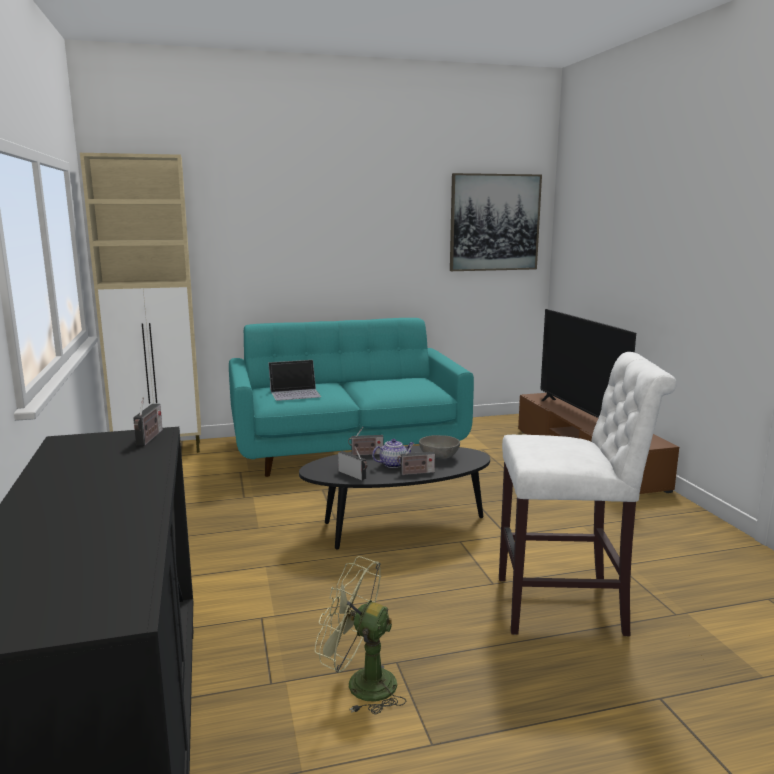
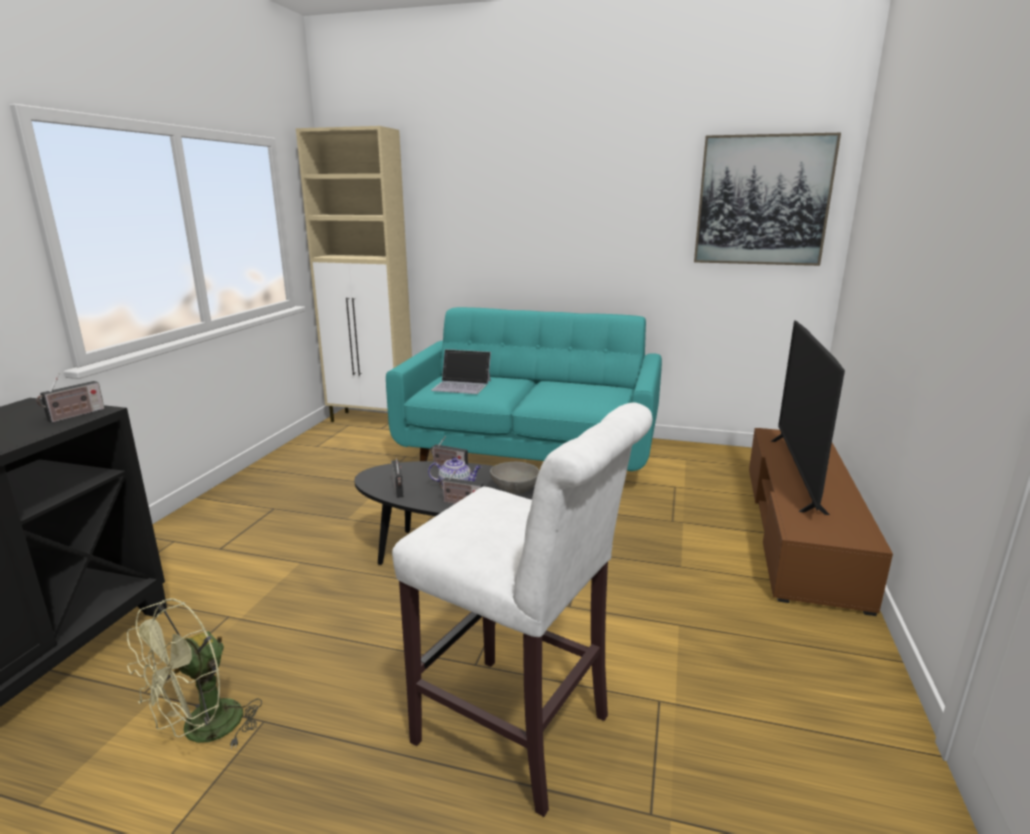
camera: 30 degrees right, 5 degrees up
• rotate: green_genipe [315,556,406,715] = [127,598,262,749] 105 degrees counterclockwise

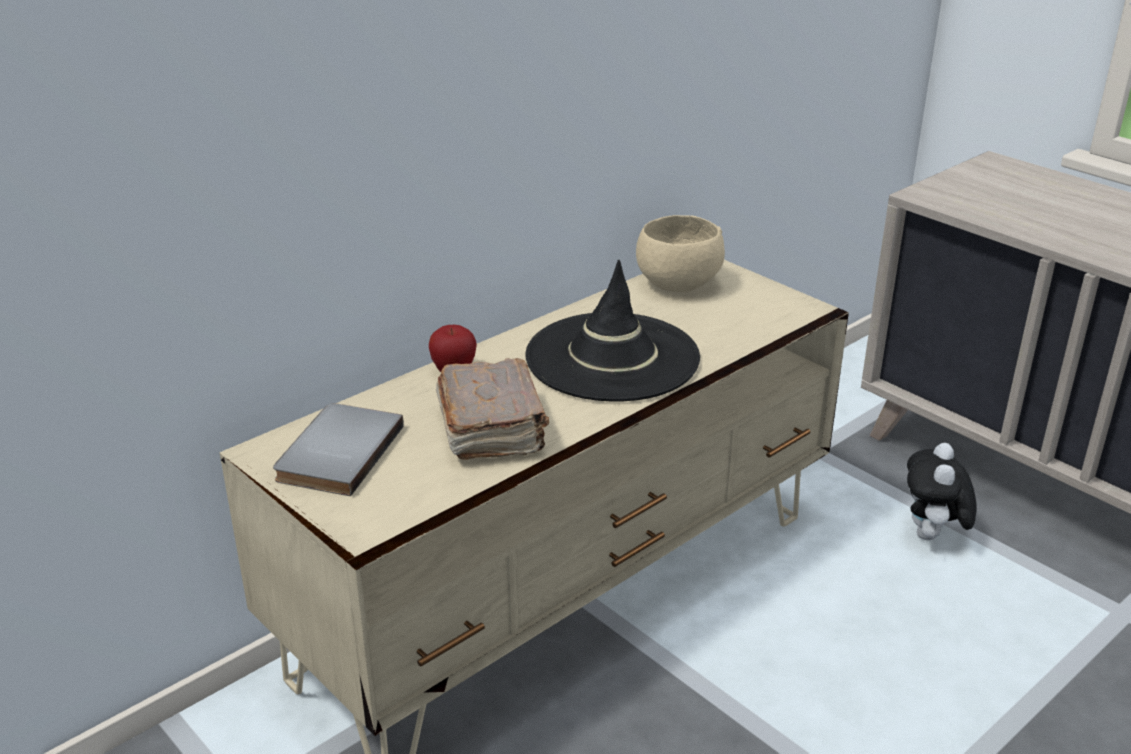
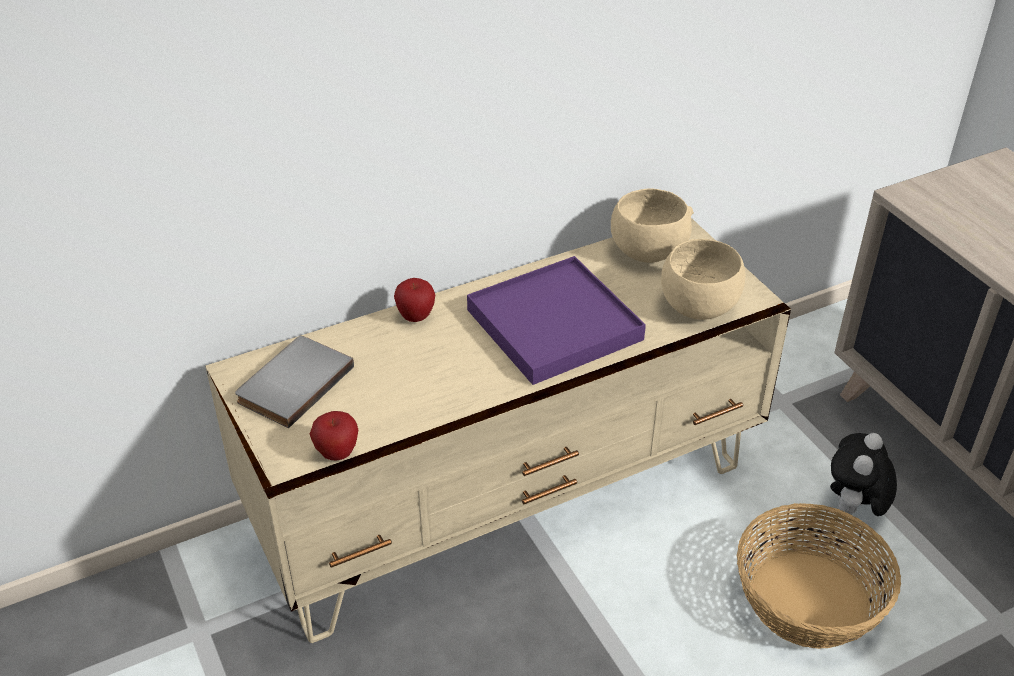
camera: 15 degrees right, 10 degrees up
• replace: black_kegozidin [525,260,700,401] to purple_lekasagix [467,256,646,385]
• delete: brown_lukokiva [436,358,549,460]
• insert: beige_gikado [661,239,745,320]
• insert: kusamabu [310,411,358,460]
• insert: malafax [737,503,901,649]

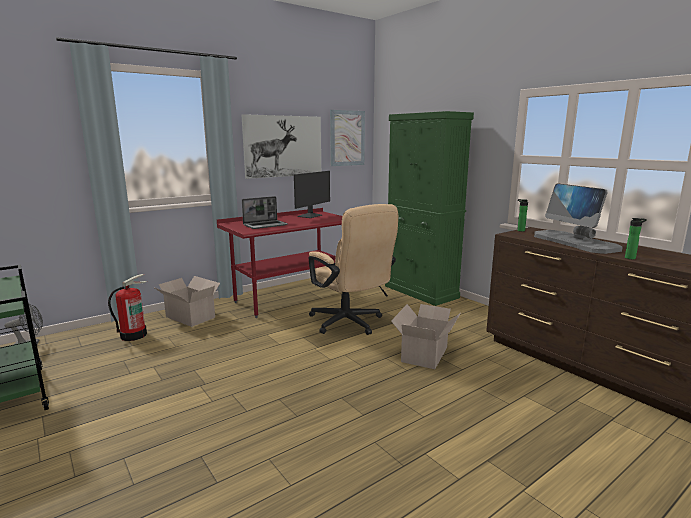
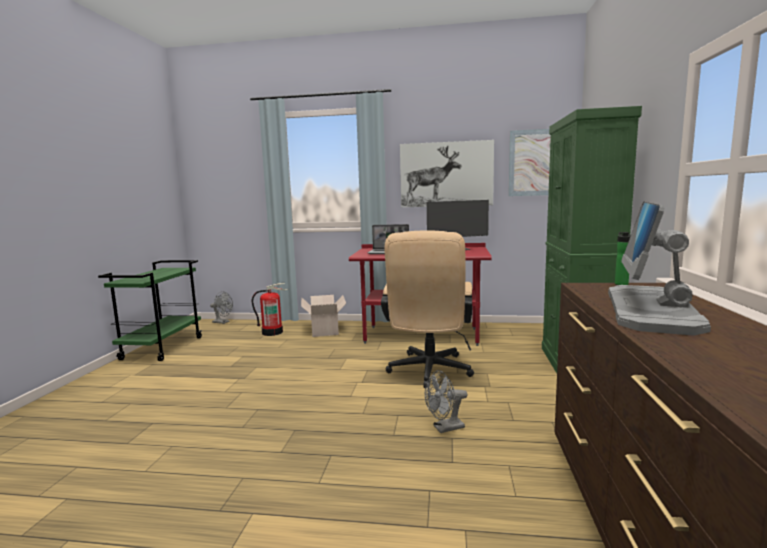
camera: 45 degrees right, 5 degrees down
• delete: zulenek [625,218,647,259]
• replace: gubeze [391,304,461,369] to grey_genipe [425,370,467,433]

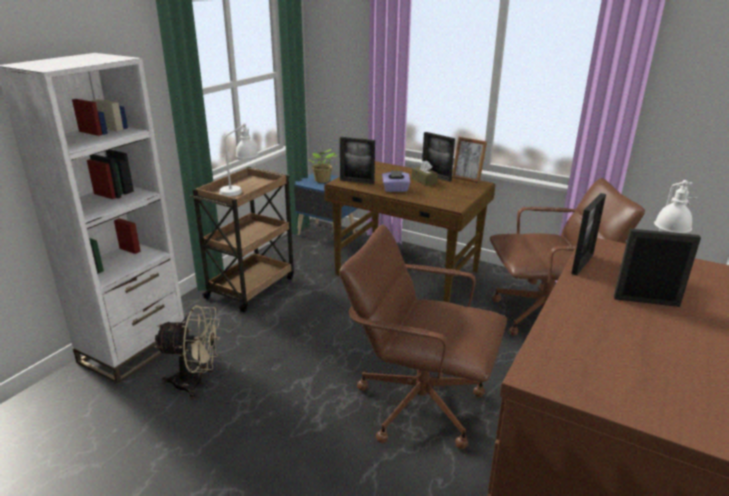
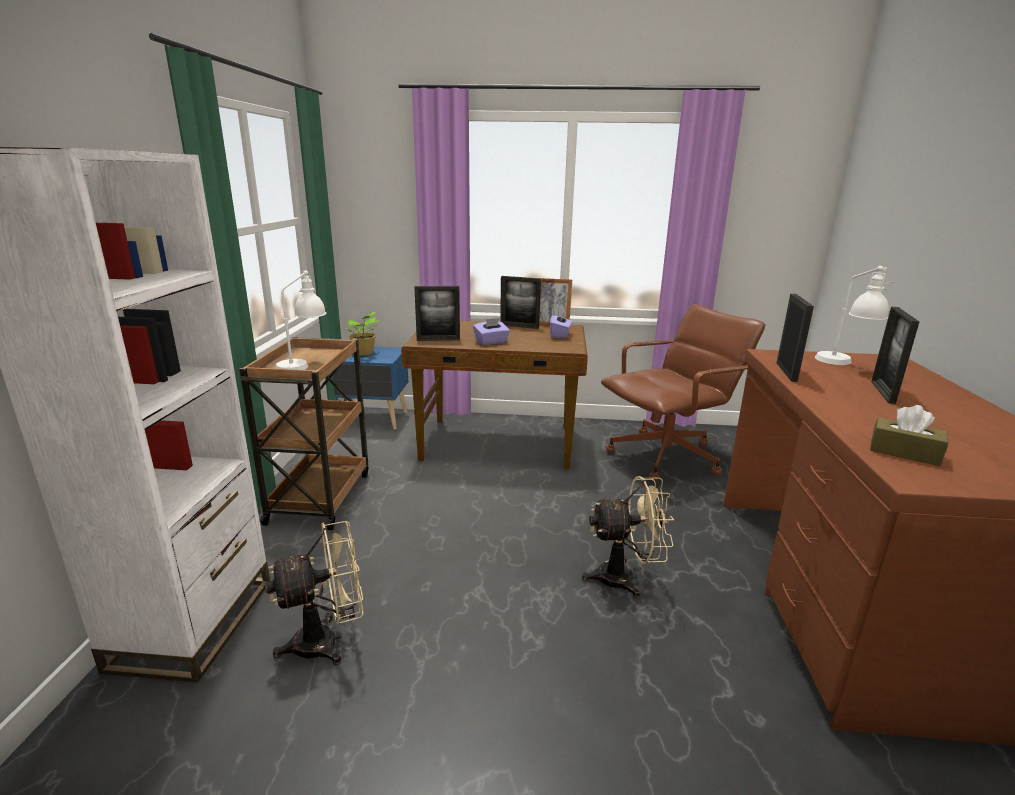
camera: 25 degrees left, 5 degrees down
• move: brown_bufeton [412,160,438,186] to [870,405,949,466]
• replace: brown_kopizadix [339,224,507,449] to beige_genipe [582,476,674,598]
• rotate: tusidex [614,229,701,307] = [871,307,919,404] 60 degrees counterclockwise
• insert: purple_bufeton [550,312,572,339]

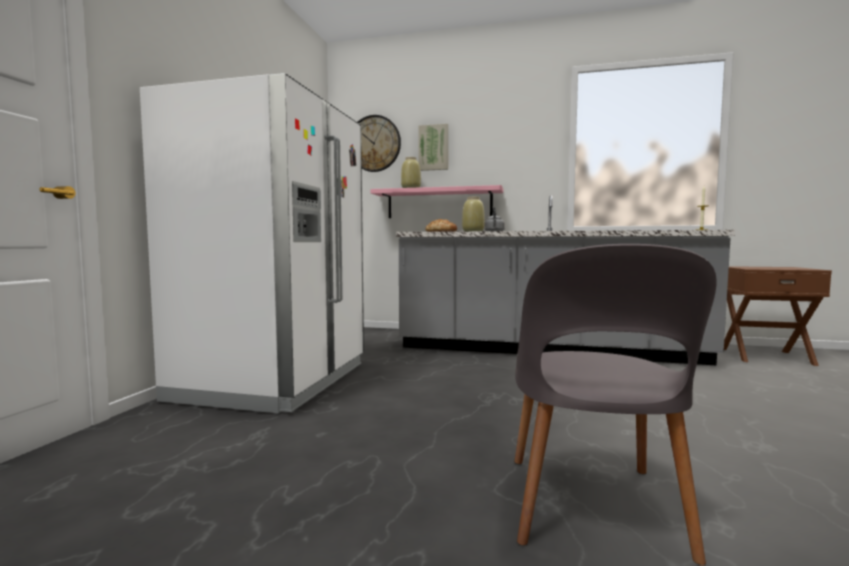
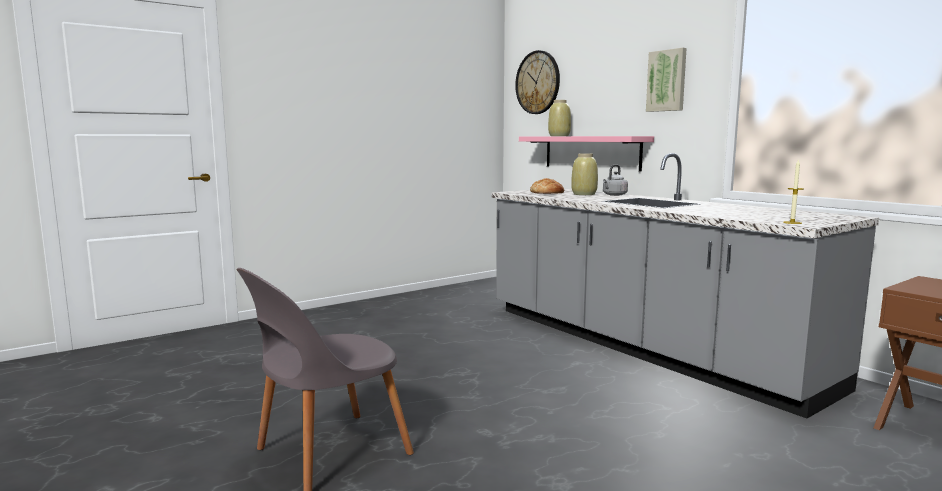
camera: 40 degrees right, 5 degrees up
• delete: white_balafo [140,73,364,413]
• move: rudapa [418,124,448,171] to [646,48,687,112]

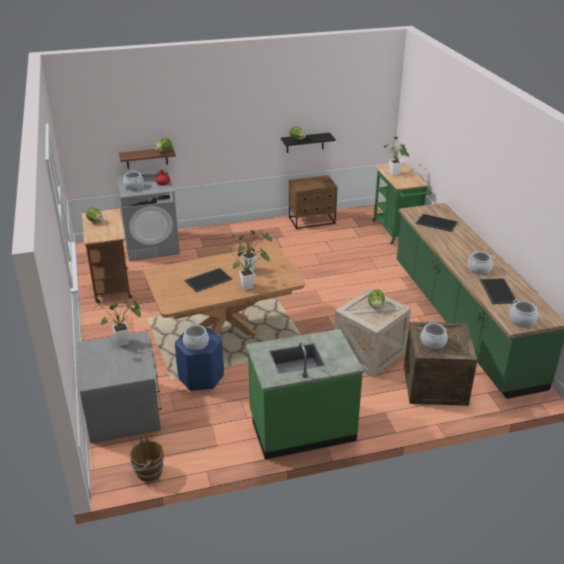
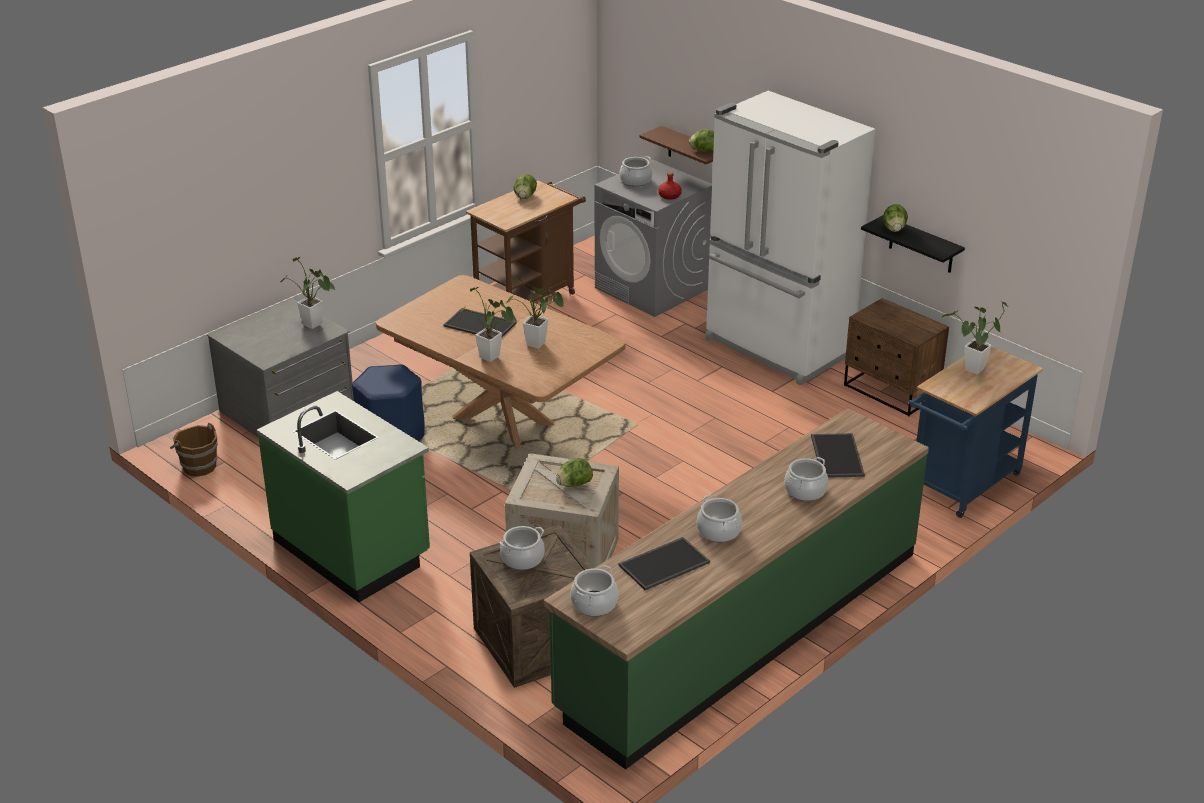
camera: 60 degrees right, 0 degrees up
• recolor: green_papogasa [372,162,432,244] to blue_papogasa [909,346,1043,518]
• move: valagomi [183,323,209,350] to [784,457,828,501]
• insert: white_balafo [705,91,875,386]

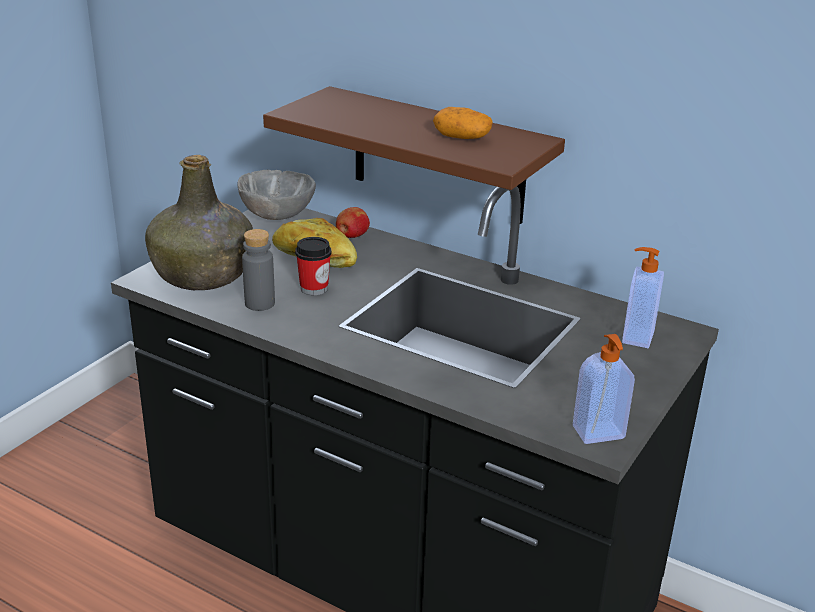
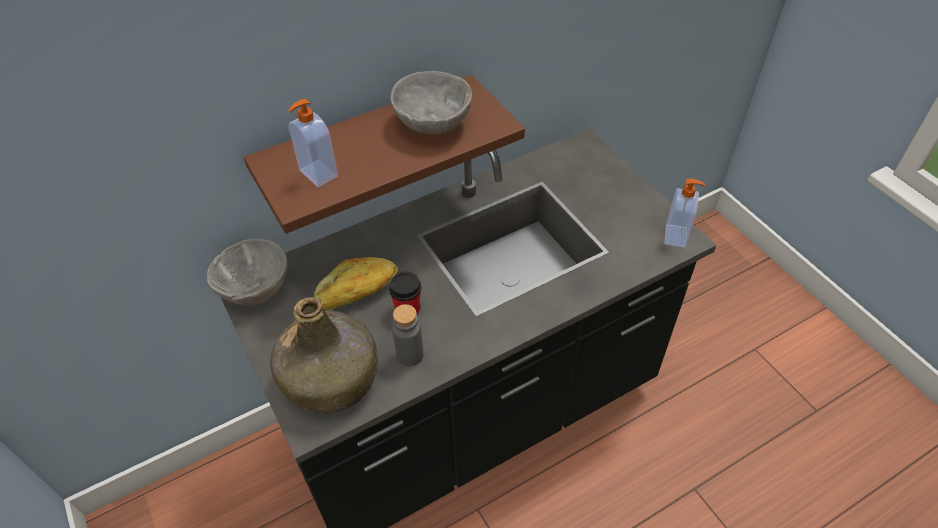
camera: 60 degrees left, 20 degrees up
• replace: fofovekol [433,107,493,139] to grey_gikado [390,71,472,134]
• delete: kusamabu [336,207,370,238]
• move: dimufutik [622,247,664,348] to [288,99,338,187]

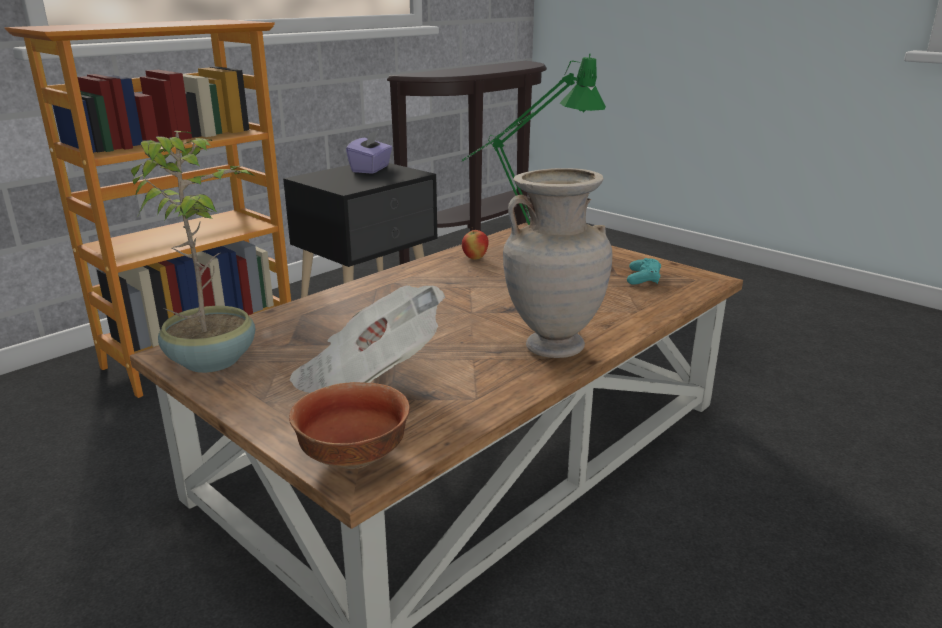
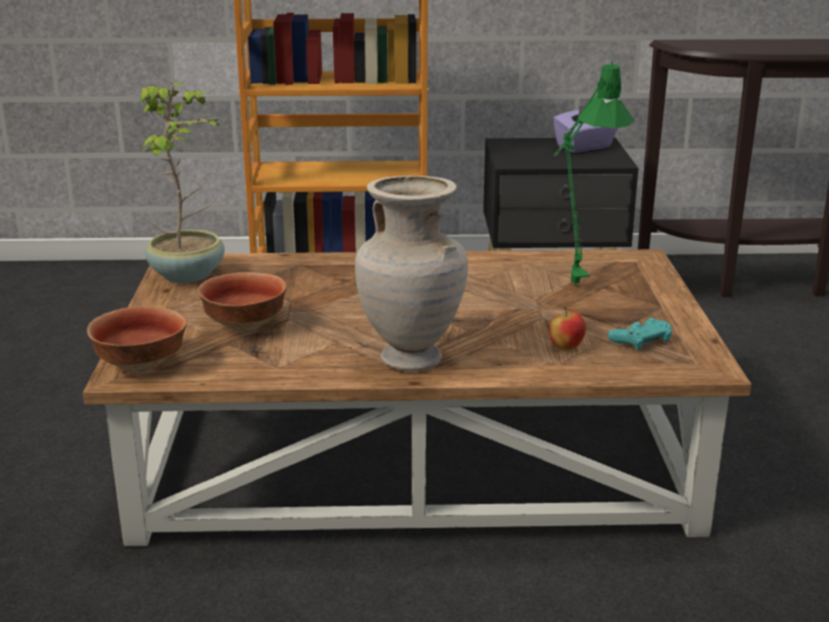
camera: 45 degrees right, 0 degrees up
• move: kusamabu [462,227,489,260] to [549,307,586,351]
• replace: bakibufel [289,285,445,393] to gikado [198,272,287,332]

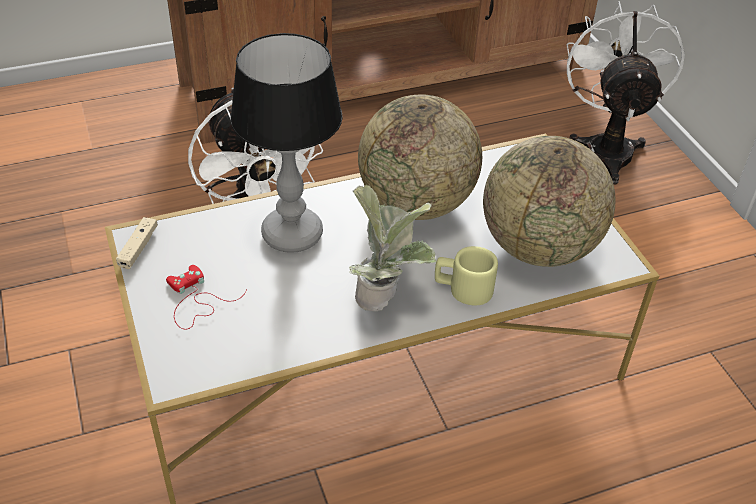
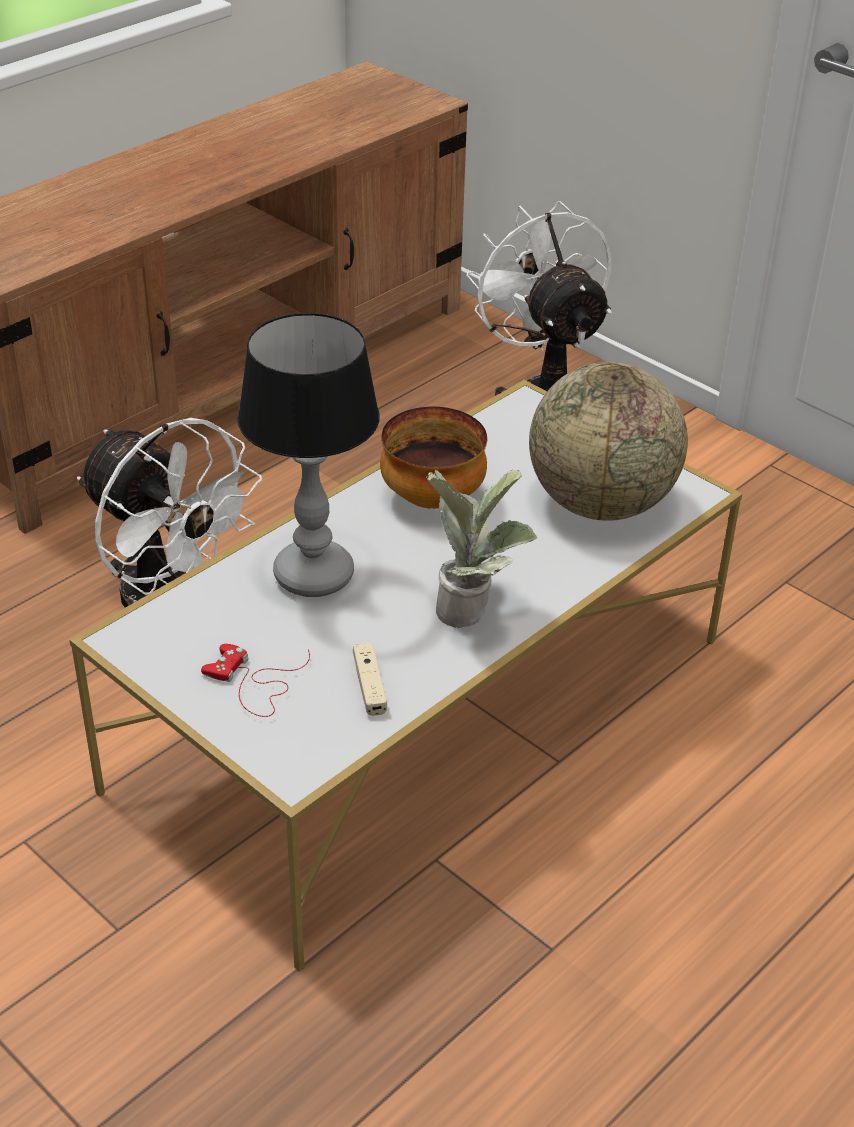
camera: 25 degrees left, 5 degrees down
• replace: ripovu [358,95,482,220] to gikado [380,407,487,509]
• move: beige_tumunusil [116,217,158,269] to [353,643,387,716]
• delete: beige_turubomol [435,246,498,305]

